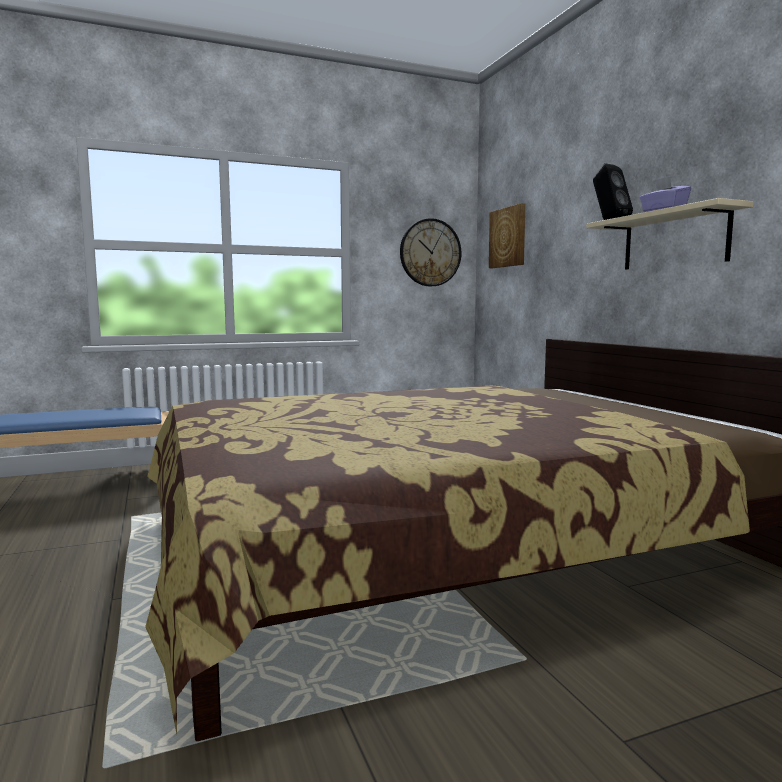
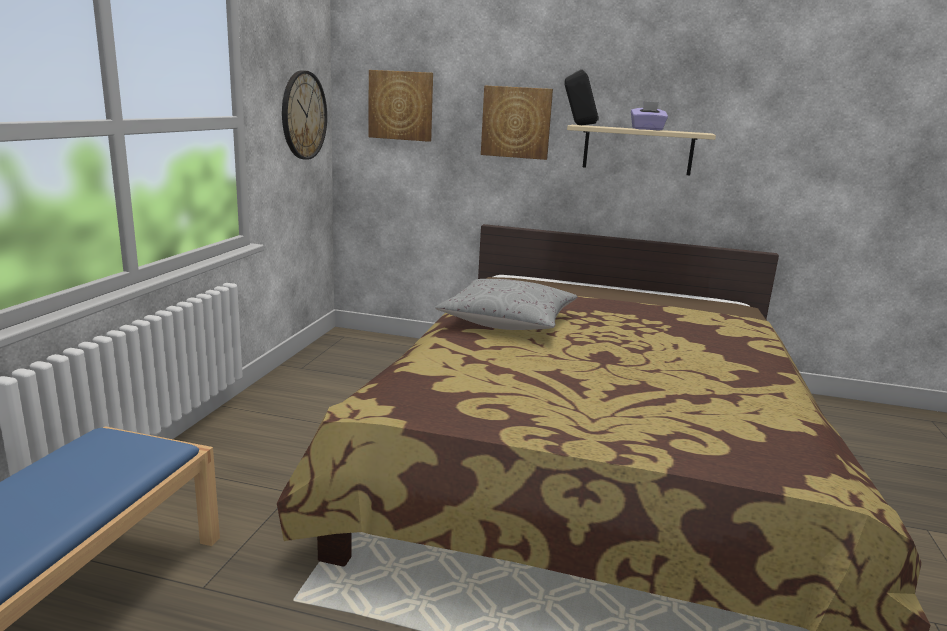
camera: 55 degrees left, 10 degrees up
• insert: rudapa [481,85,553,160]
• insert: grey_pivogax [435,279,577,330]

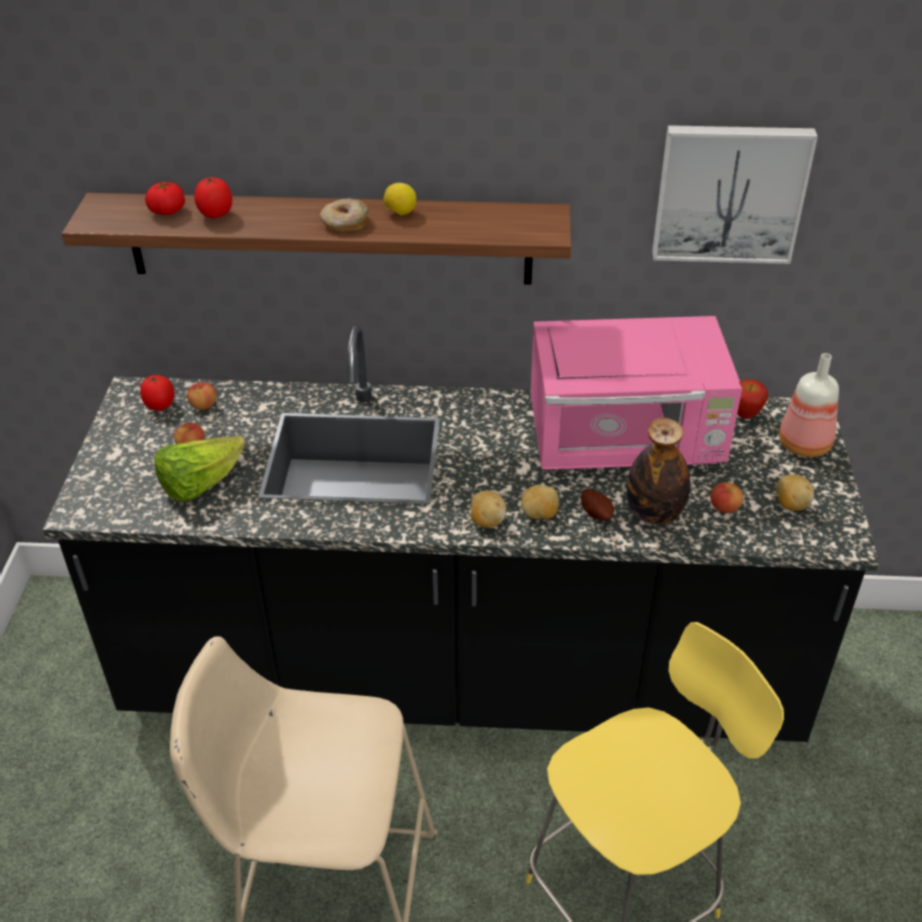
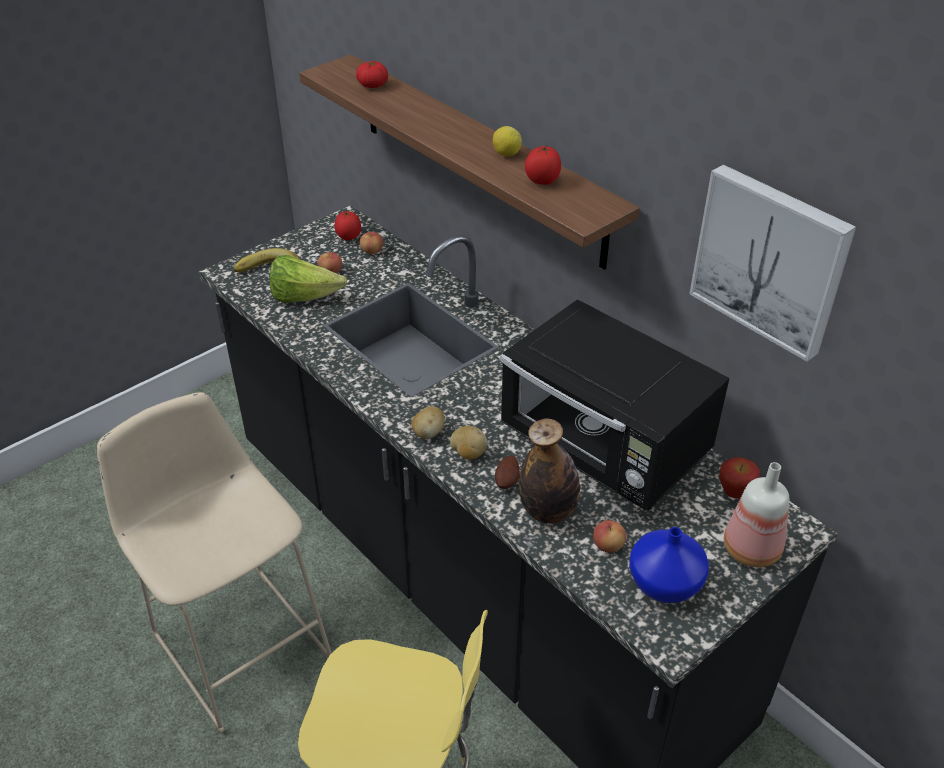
camera: 45 degrees right, 0 degrees up
• move: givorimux [194,177,232,219] to [525,146,561,185]
• delete: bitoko [320,198,369,231]
• recolor: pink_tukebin [531,316,742,470] to black_tukebin [500,299,729,510]
• replace: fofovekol [776,474,814,511] to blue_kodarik [629,527,709,603]
• insert: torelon [234,248,300,272]

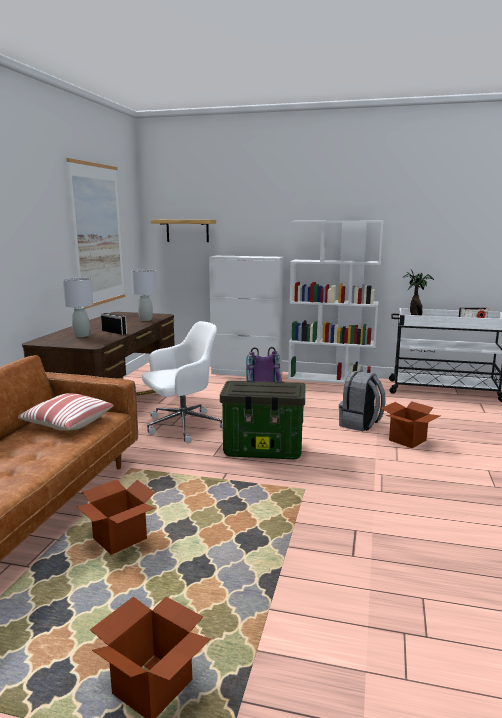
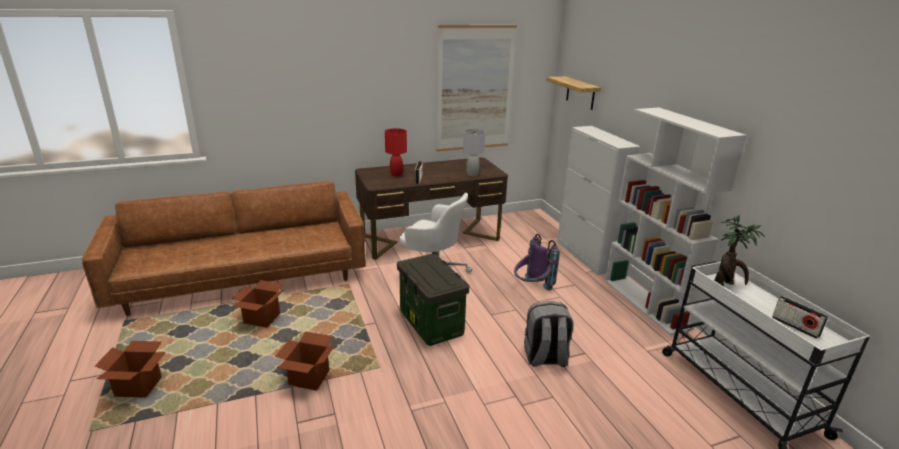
camera: 55 degrees right, 10 degrees up
• recolor: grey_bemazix [62,278,93,337] to red_bemazix [385,128,407,176]
• delete: pivogax [18,393,114,431]
• move: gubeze [381,401,440,448] to [275,331,335,391]

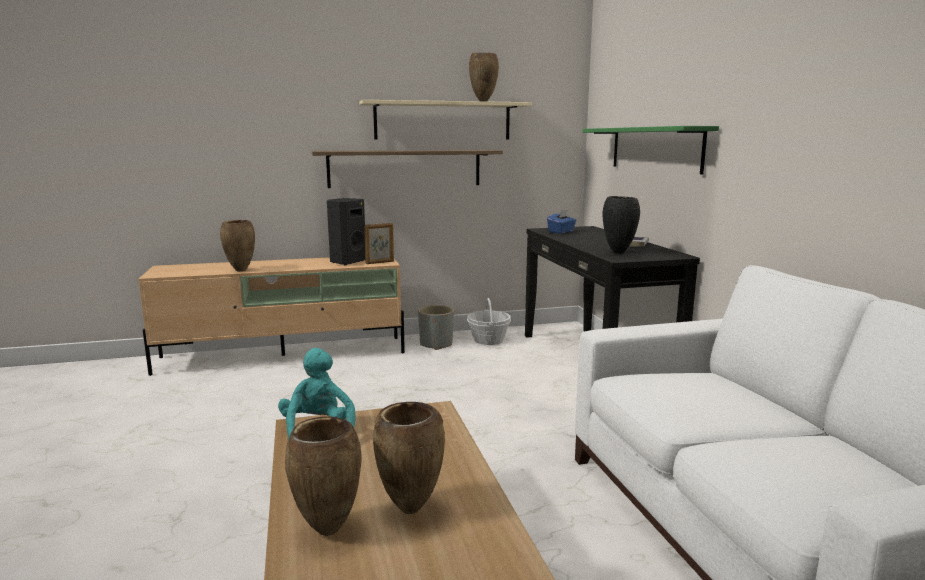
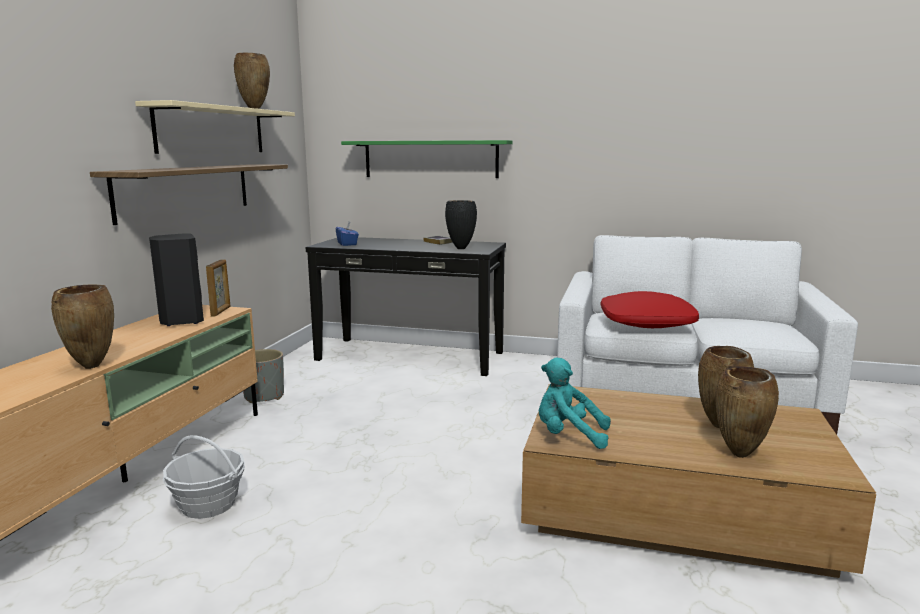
camera: 60 degrees left, 0 degrees up
• move: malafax [467,298,511,345] to [163,435,245,519]
• insert: red_pivogax [600,291,699,328]

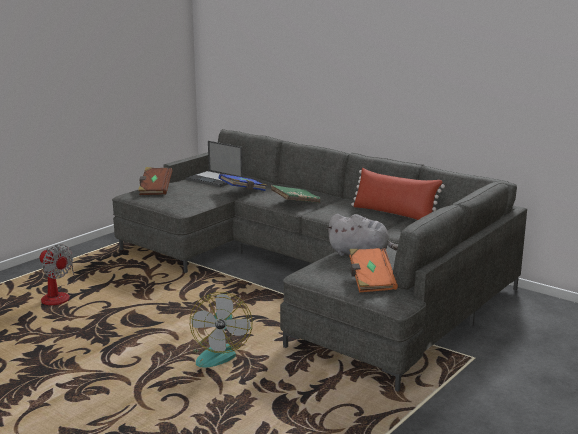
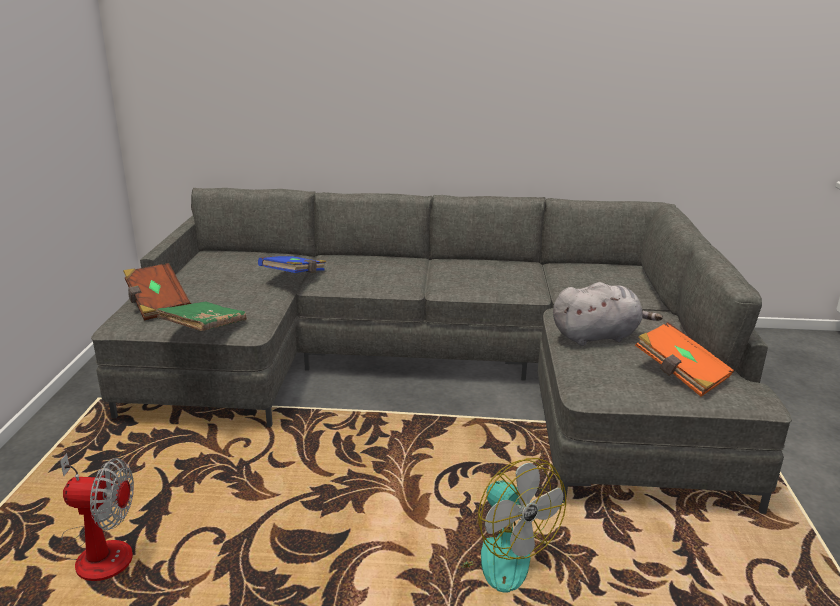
camera: 35 degrees left, 5 degrees up
• delete: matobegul [186,141,243,187]
• delete: red_pivogax [351,168,445,220]
• move: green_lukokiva [271,185,321,203] to [156,301,247,331]

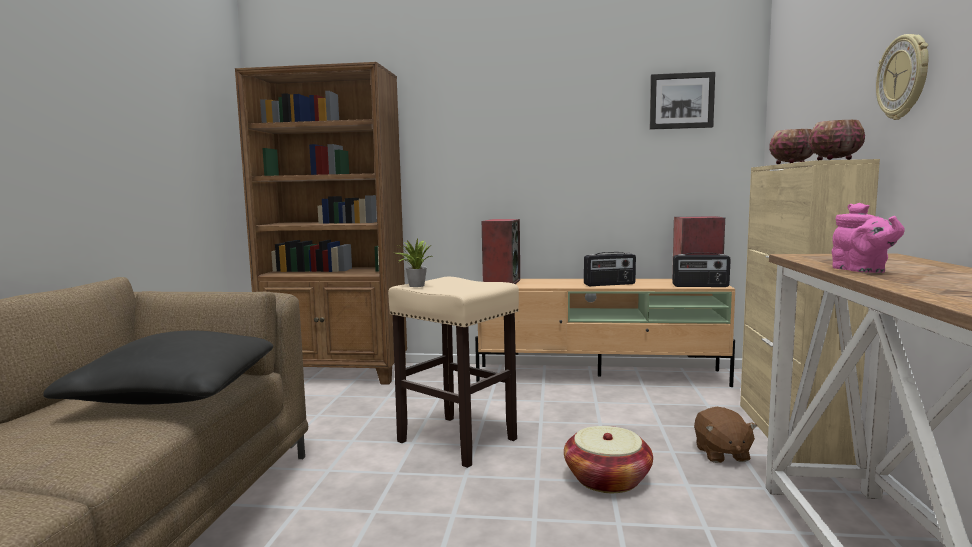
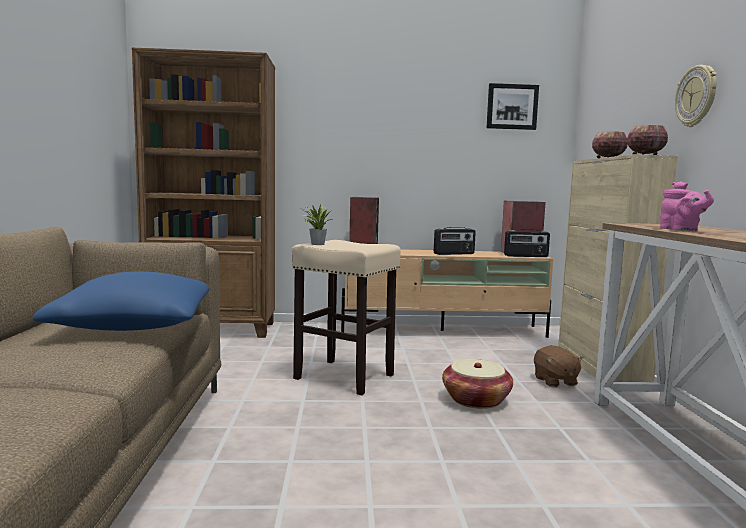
camera: 10 degrees left, 0 degrees up
• recolor: black_pivogax [43,331,273,404] to blue_pivogax [33,271,210,331]

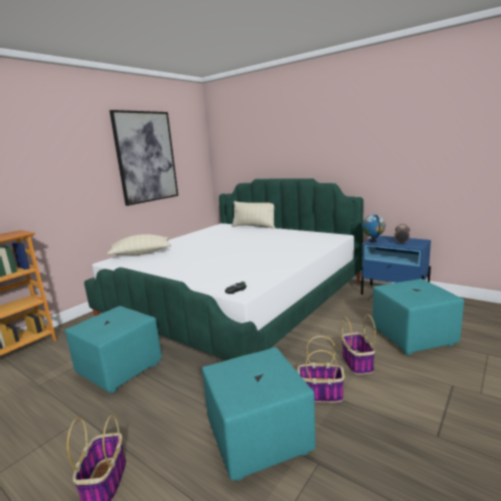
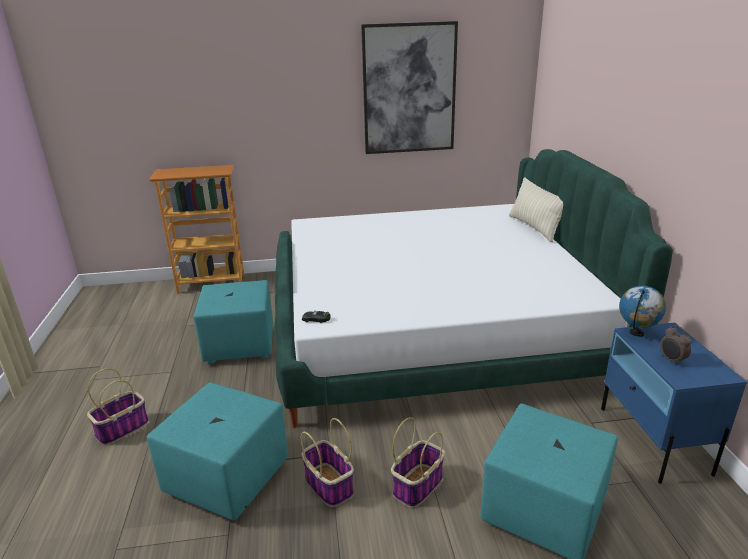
camera: 45 degrees right, 10 degrees up
• delete: beige_pivogax [107,234,171,255]

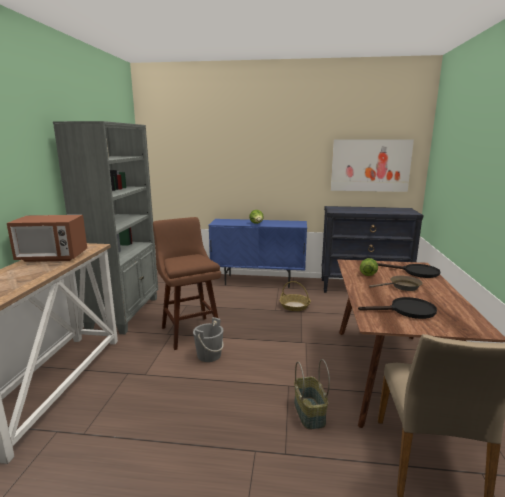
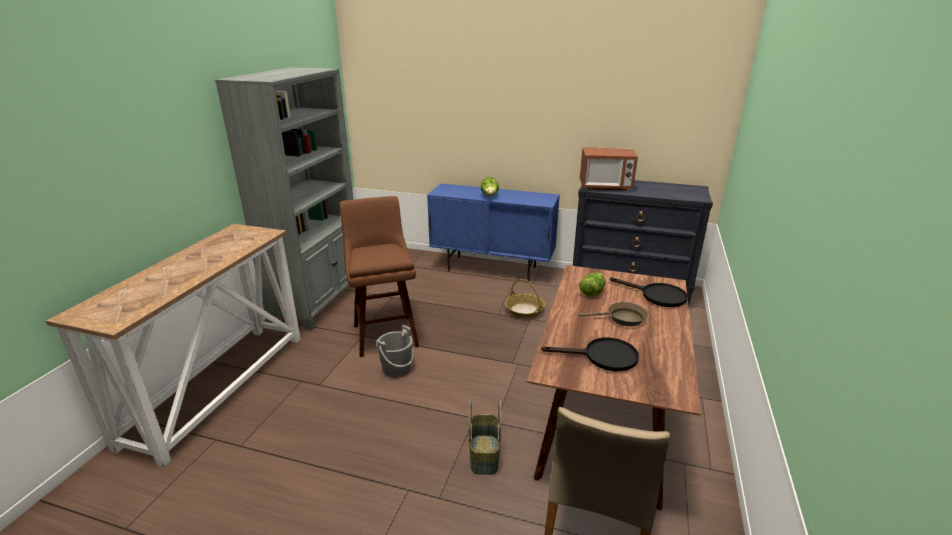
camera: 10 degrees right, 10 degrees up
• delete: rudapa [331,139,414,192]
• move: tukebin [7,215,87,262] to [580,147,638,191]

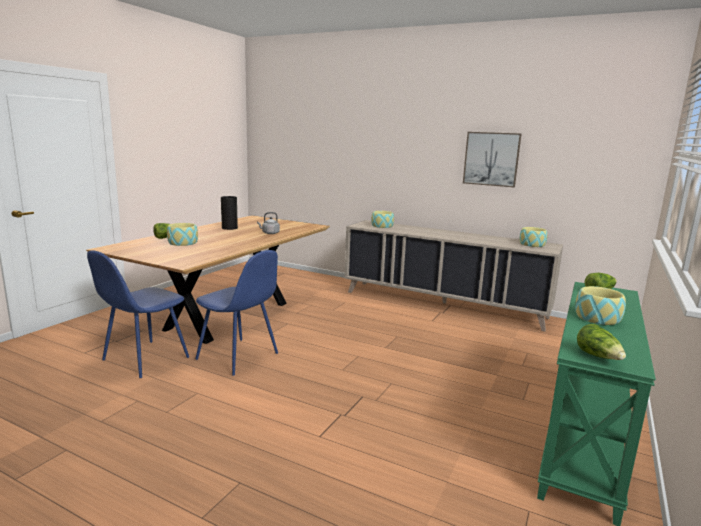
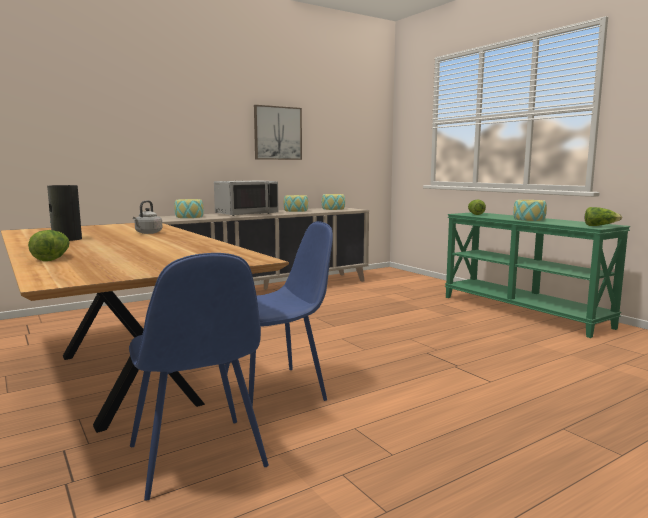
camera: 60 degrees left, 5 degrees down
• move: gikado [167,223,198,246] to [284,195,308,212]
• insert: grey_tukebin [214,180,279,216]

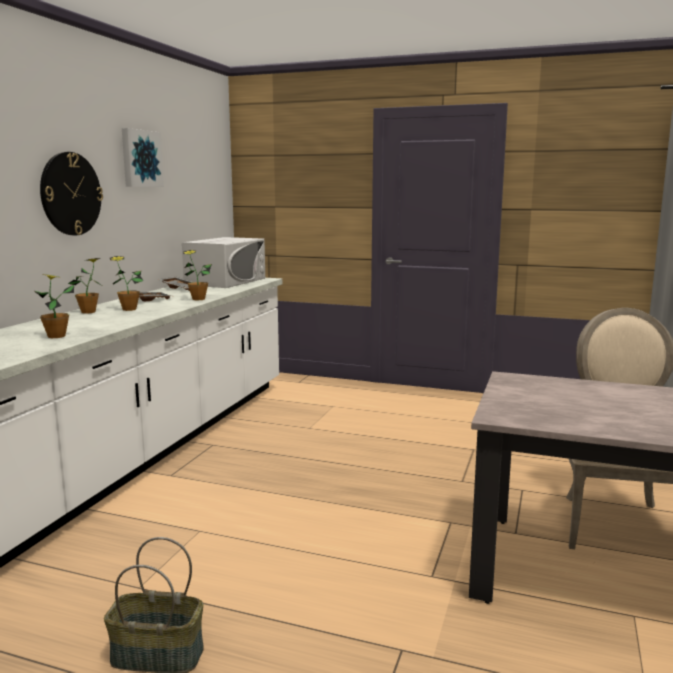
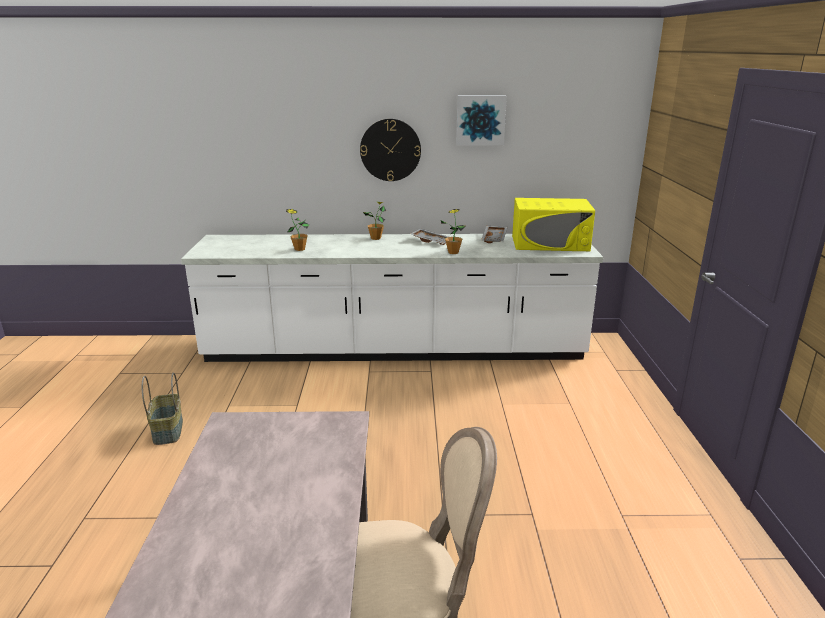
camera: 70 degrees right, 10 degrees up
• recolor: white_tukebin [182,237,265,288] to yellow_tukebin [512,198,595,251]
• delete: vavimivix [110,256,143,311]

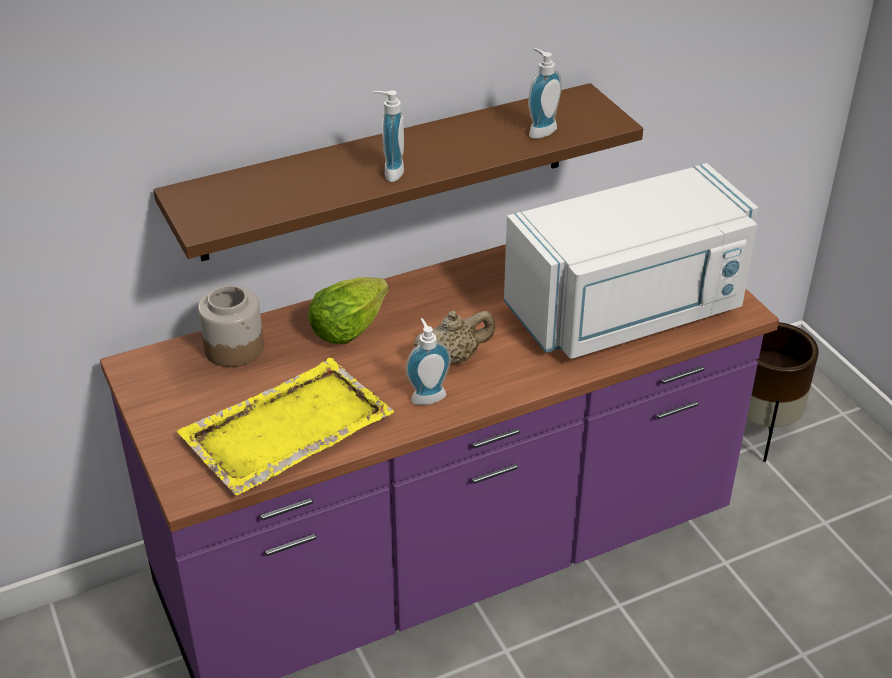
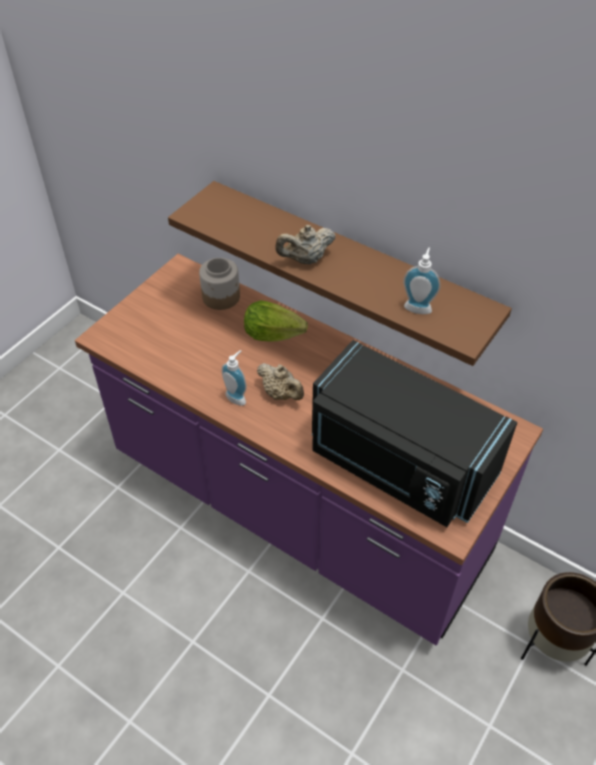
camera: 60 degrees right, 10 degrees up
• replace: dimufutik [373,90,404,182] to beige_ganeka [275,225,335,264]
• recolor: white_tukebin [504,163,758,359] to black_tukebin [312,340,517,527]
• delete: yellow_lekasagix [177,358,394,495]

